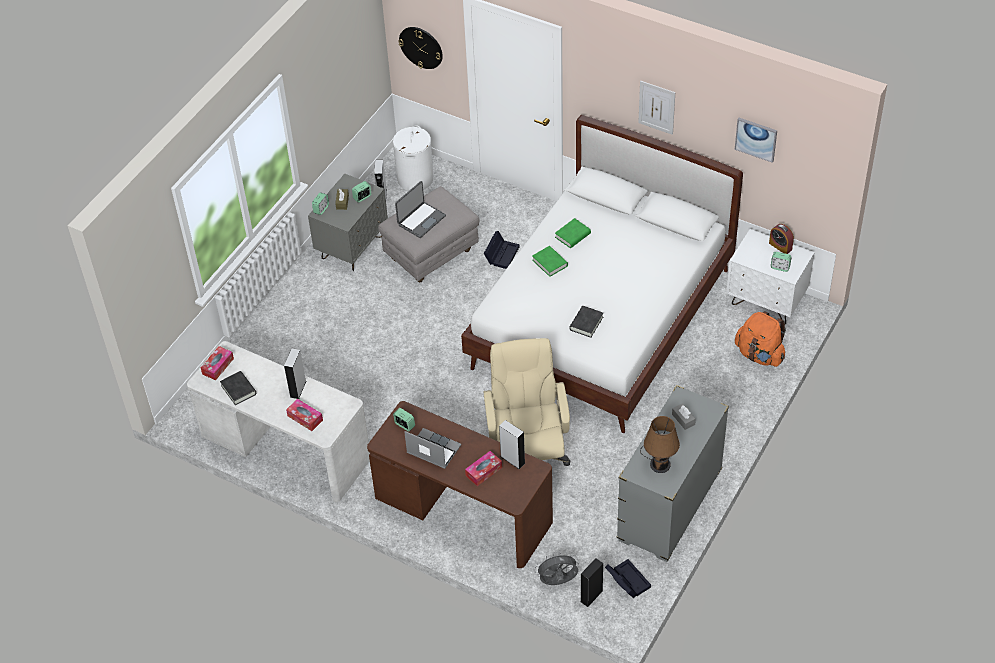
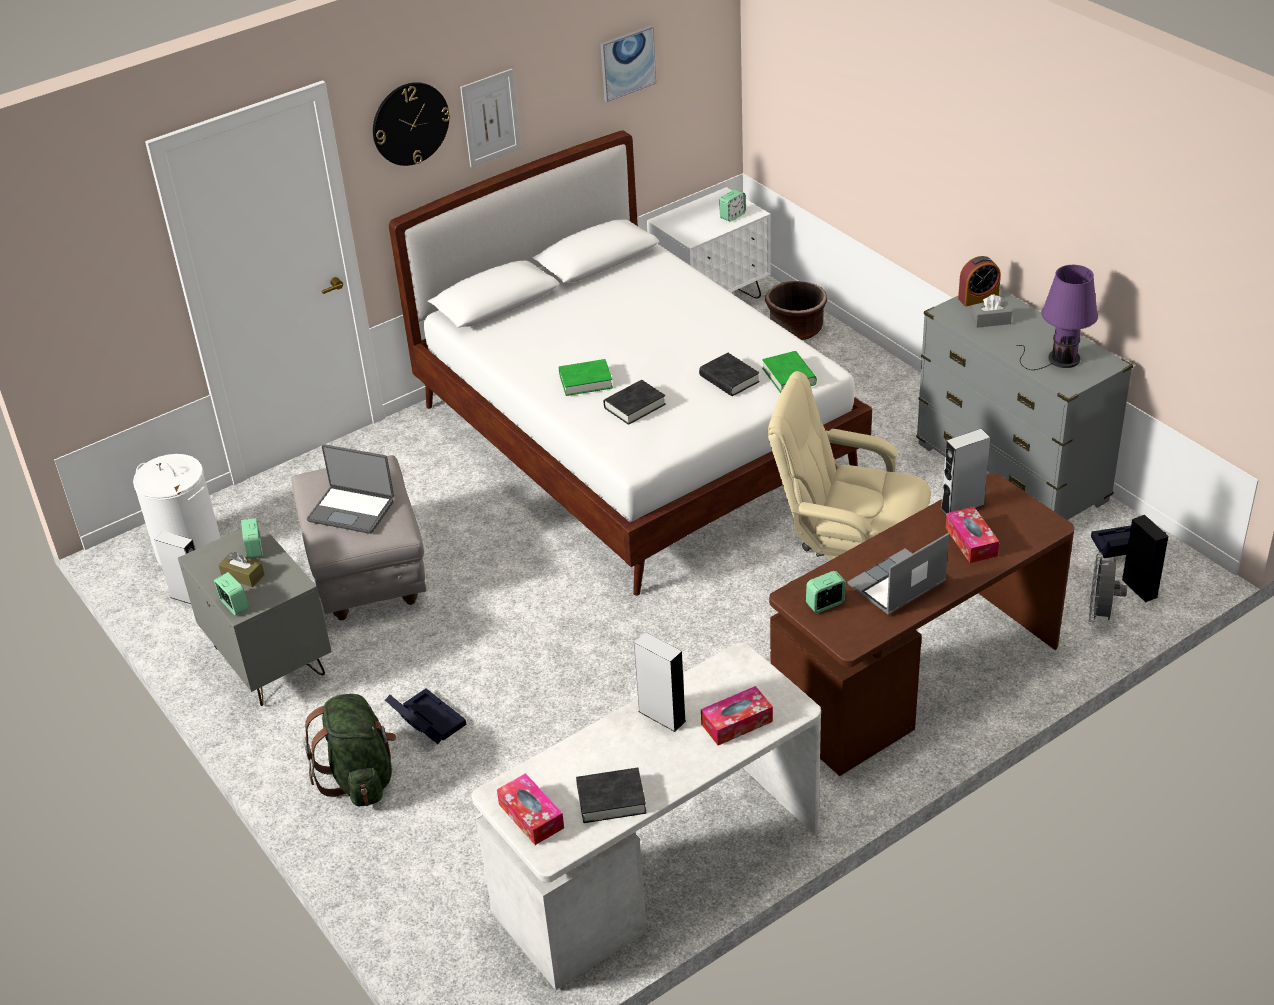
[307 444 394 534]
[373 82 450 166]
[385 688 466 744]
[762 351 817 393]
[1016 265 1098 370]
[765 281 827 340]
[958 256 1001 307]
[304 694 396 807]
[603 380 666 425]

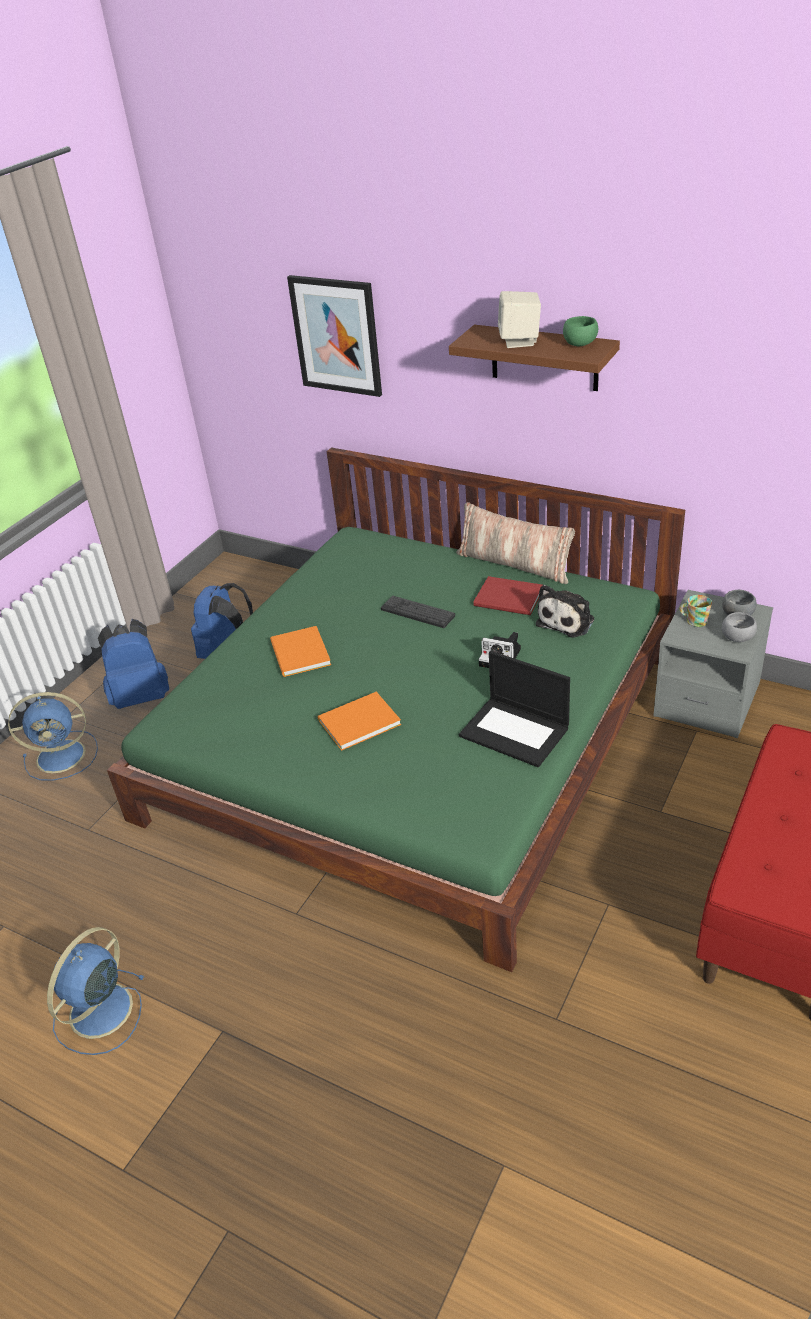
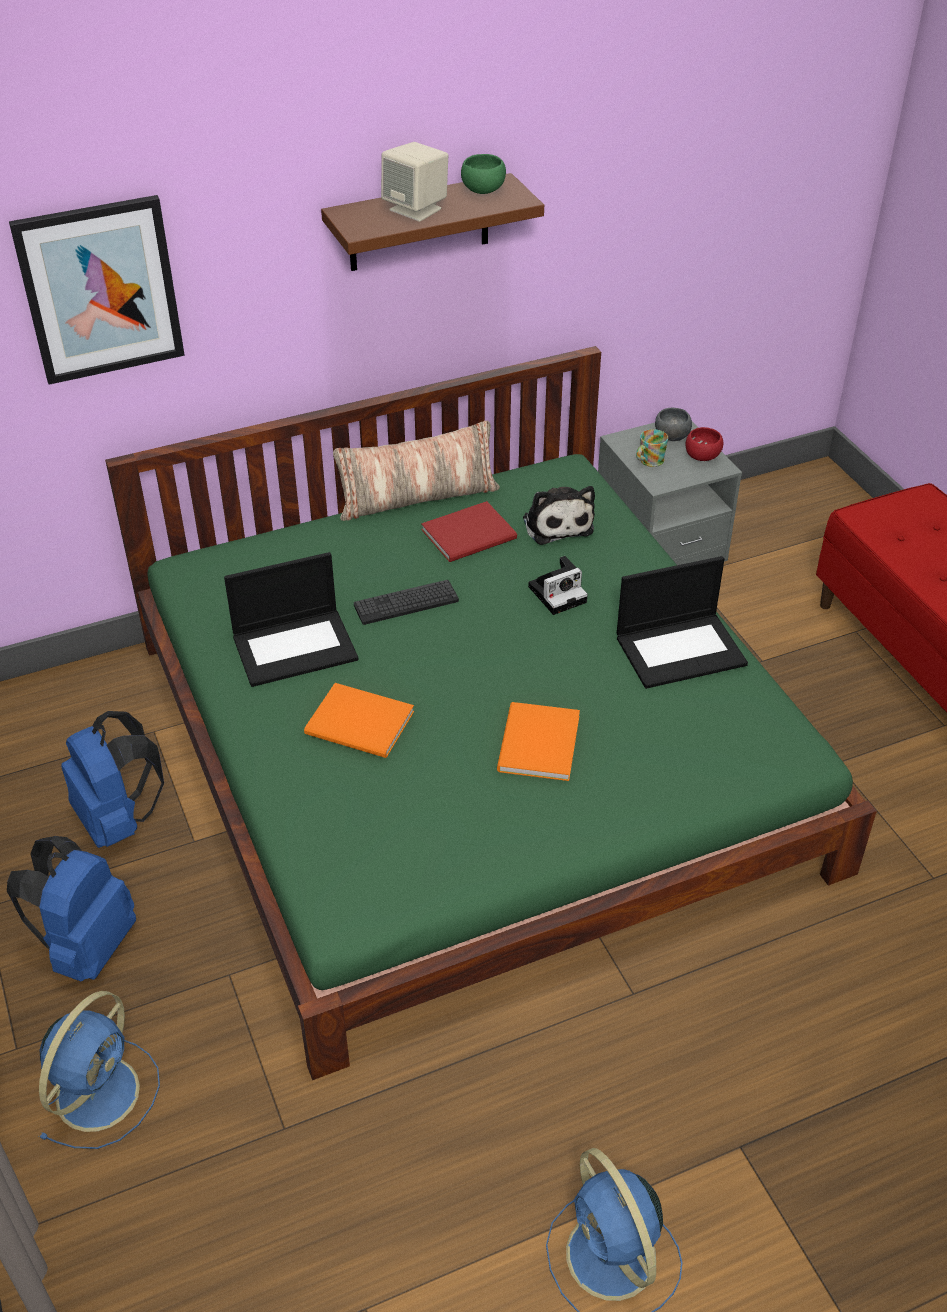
[686 427 723 461]
[224 552 358 687]

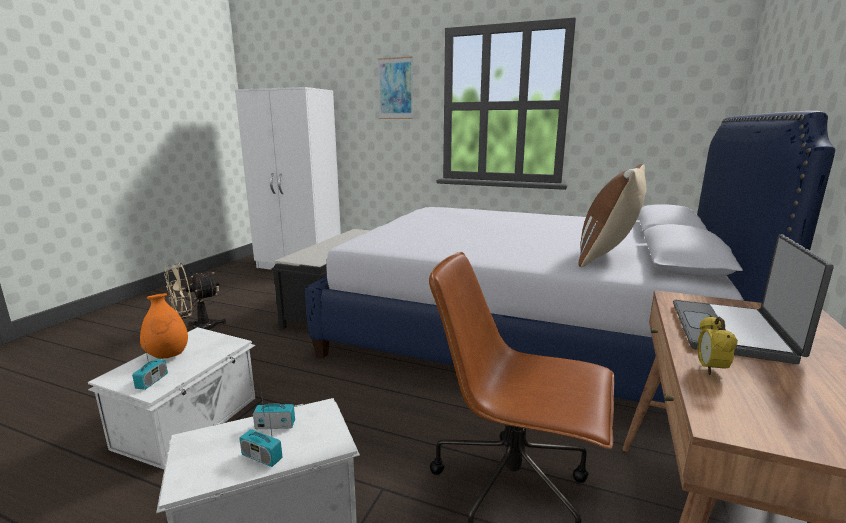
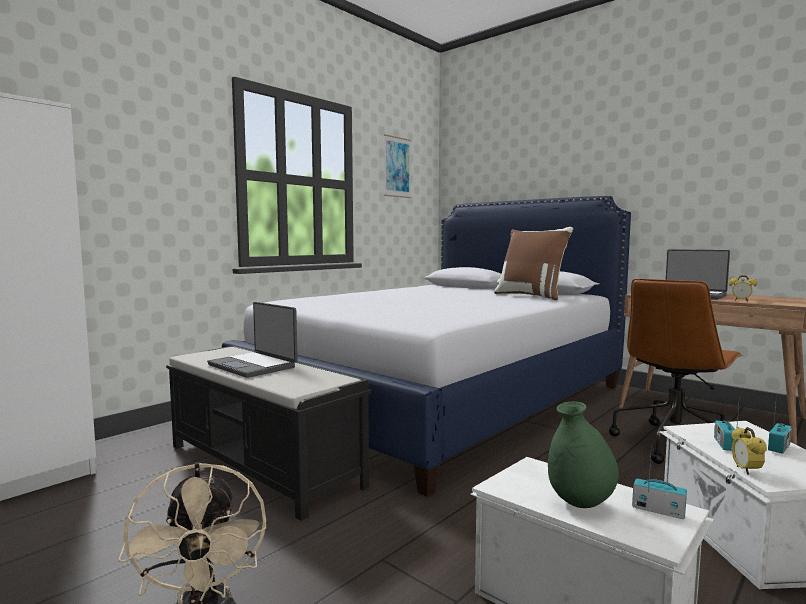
[548 401 619 508]
[384 134 411 198]
[207 302 298 378]
[731 427 767 475]

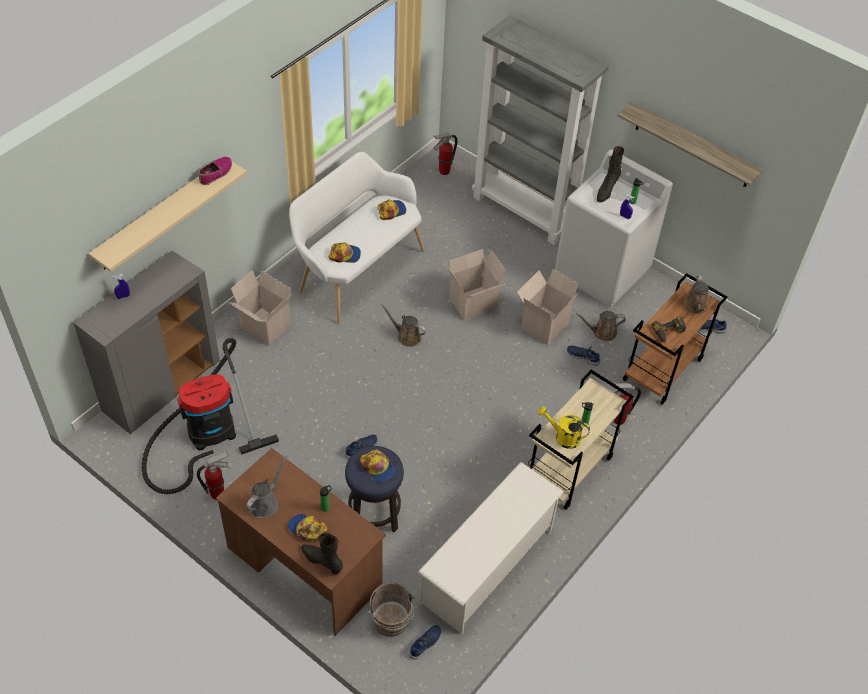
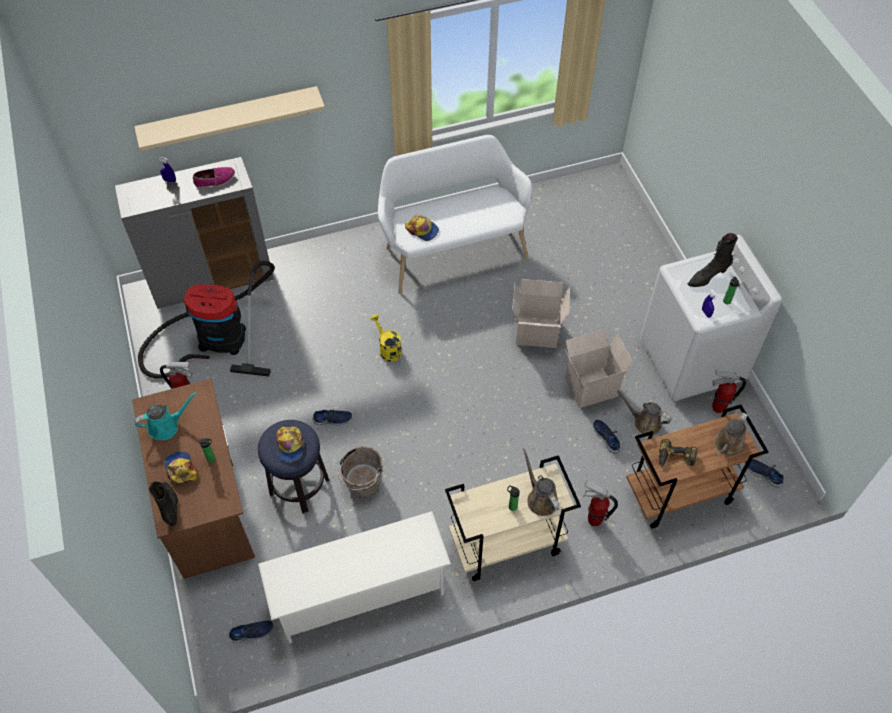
[193 167 235 188]
[228 270 292 346] (first image)
[134 392 197 440]
[337 446 383 498]
[377 199 406 220] (first image)
[523 448 559 516]
[712 370 746 413]
[472 15 609 245] (first image)
[370 314 402 362]
[618 102 763 187] (first image)

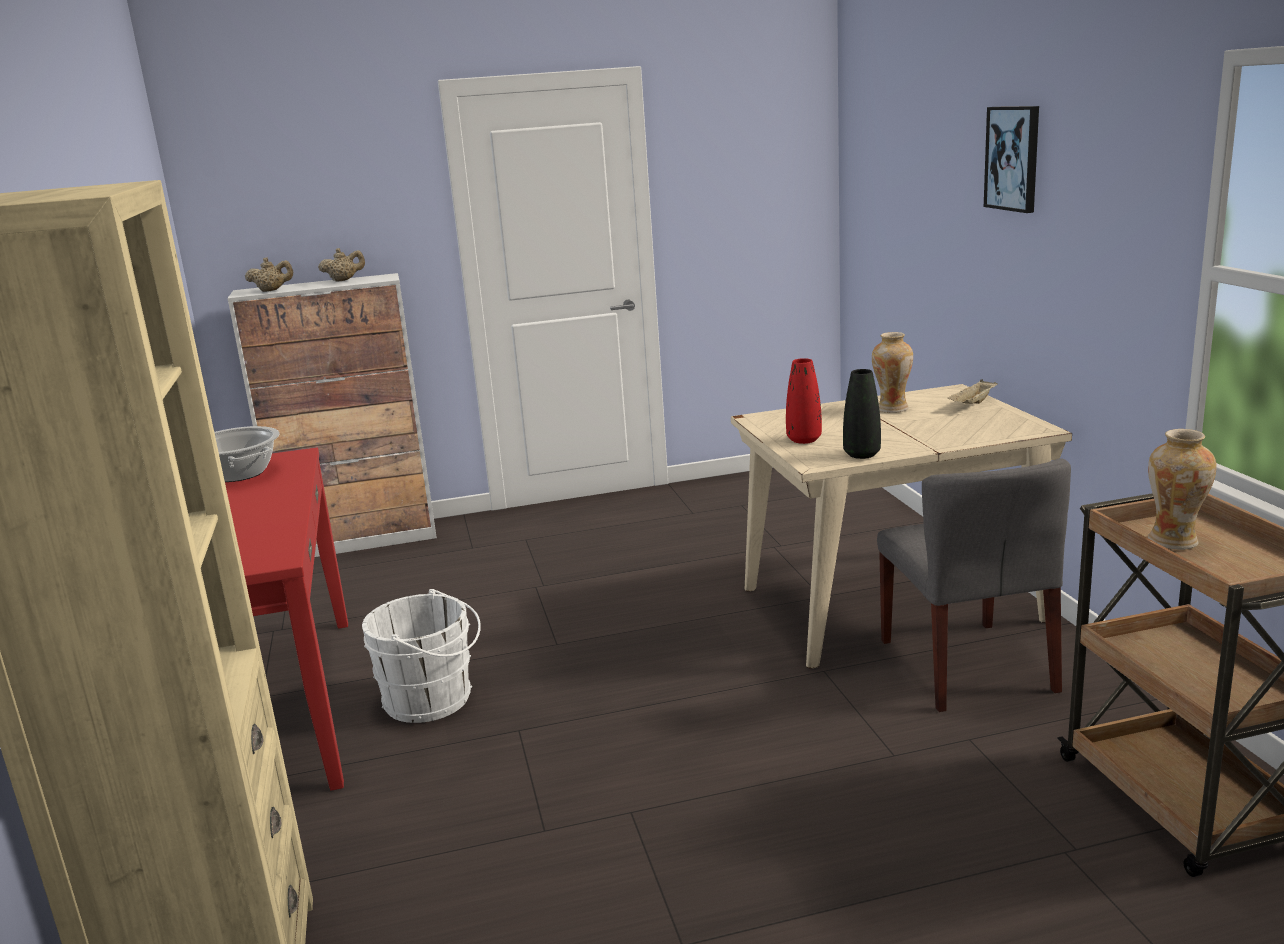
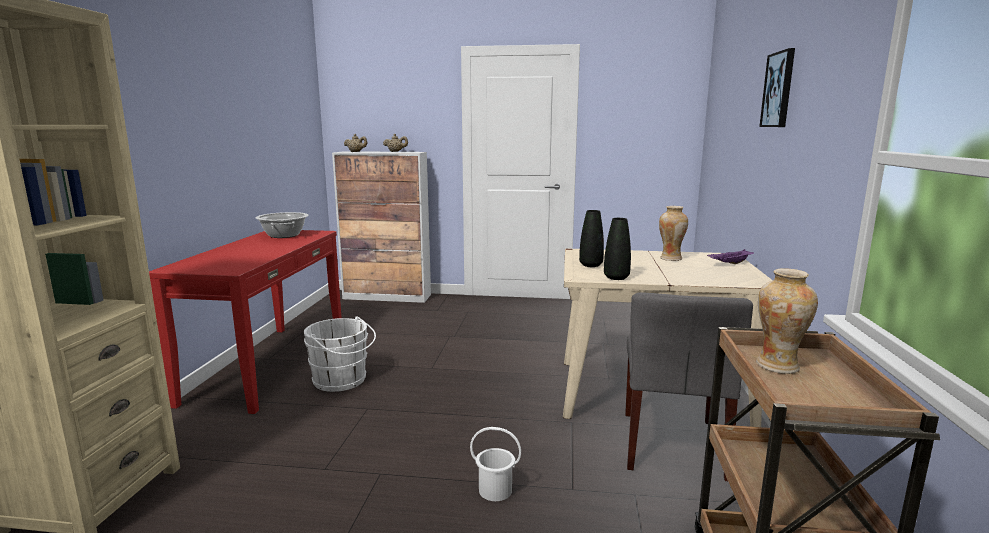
[579 210 604 267]
[707 249 754 264]
[470 427 521 501]

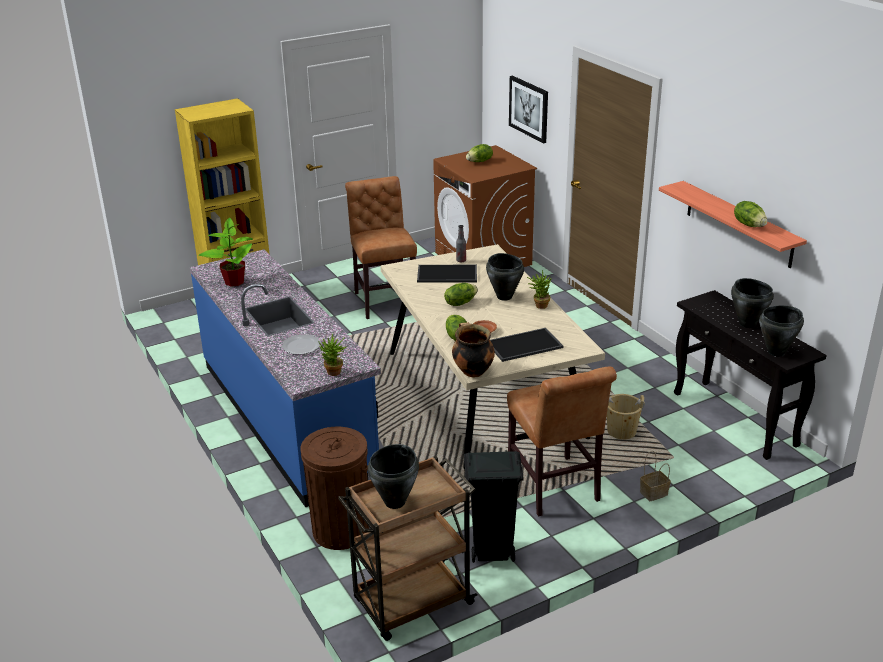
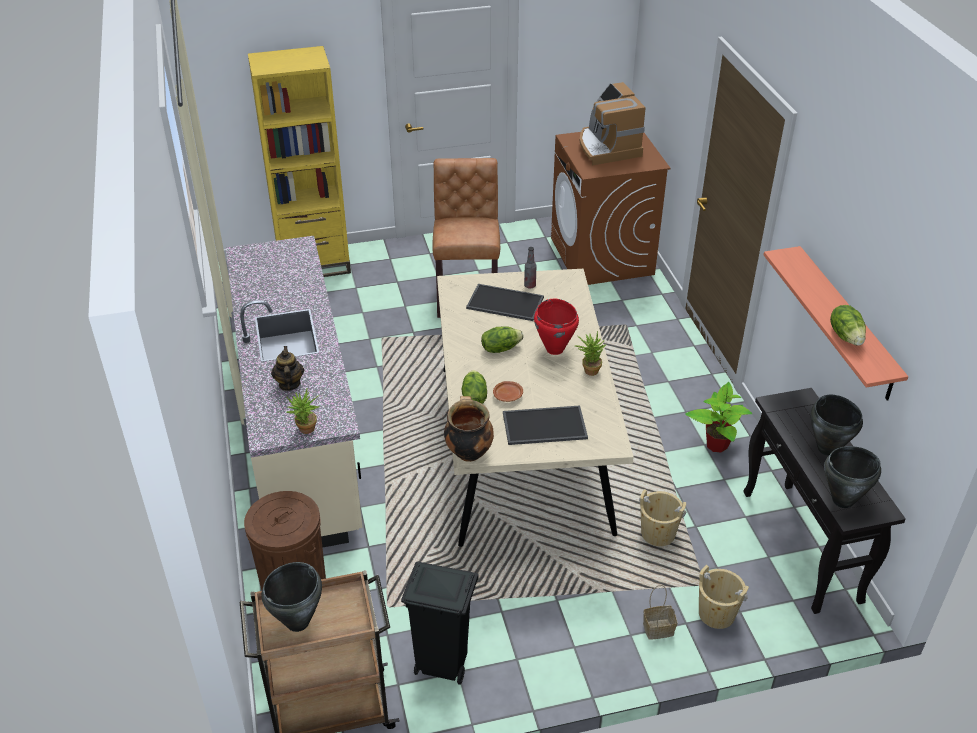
[226 236 362 548]
[685 382 753 453]
[271 346 304 391]
[580 82 646 165]
[534 299 579 355]
[507 367 617 517] (first image)
[509 76 548 143] (first image)
[699 565 749 629]

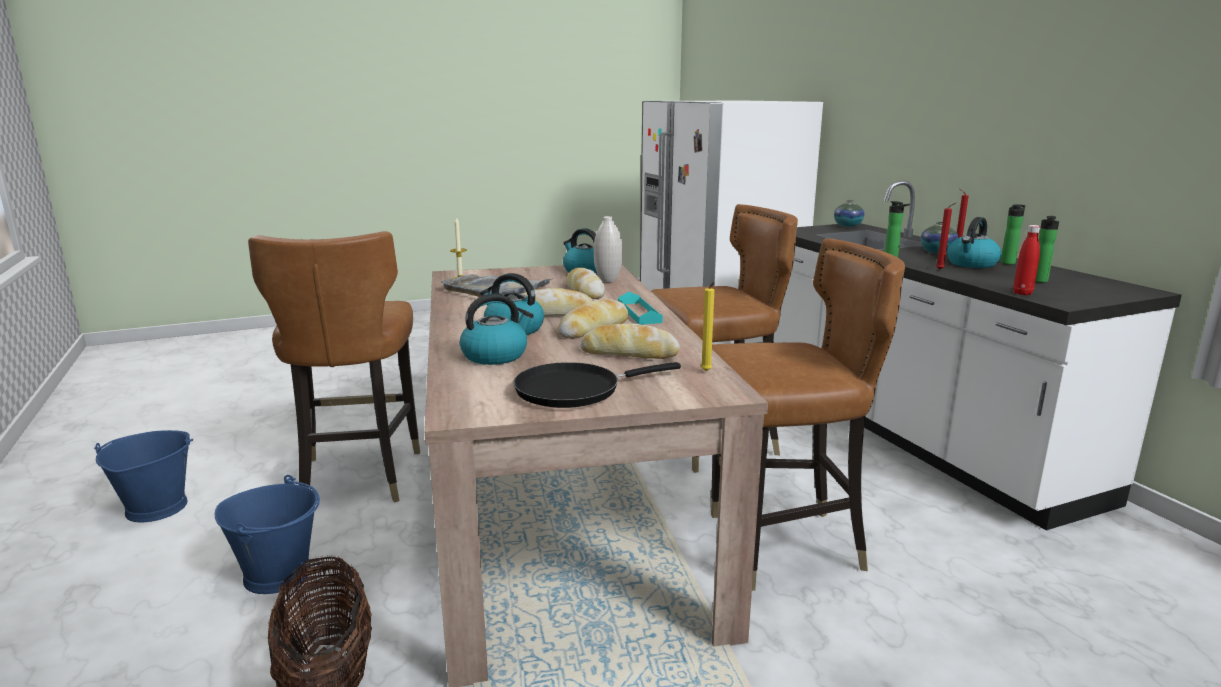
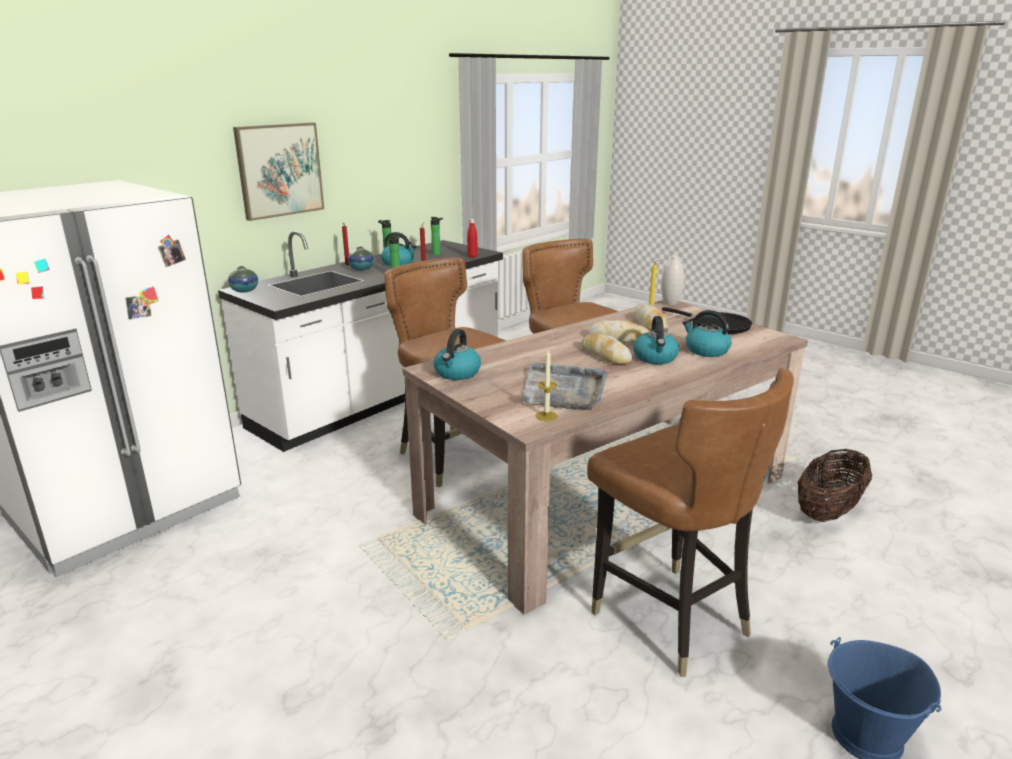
[214 475 320 594] (first image)
[587 369 794 677]
[566 268 605 299] (first image)
[661 255 684 305]
[618 292 663 325] (first image)
[233 123 324 221]

